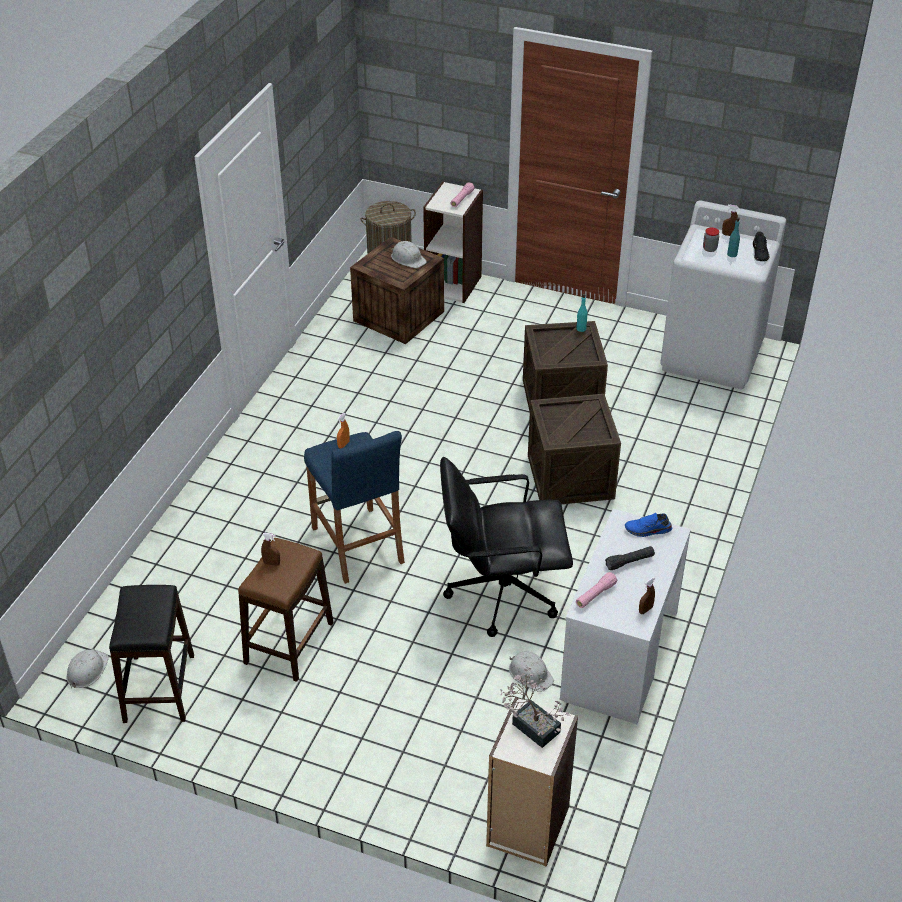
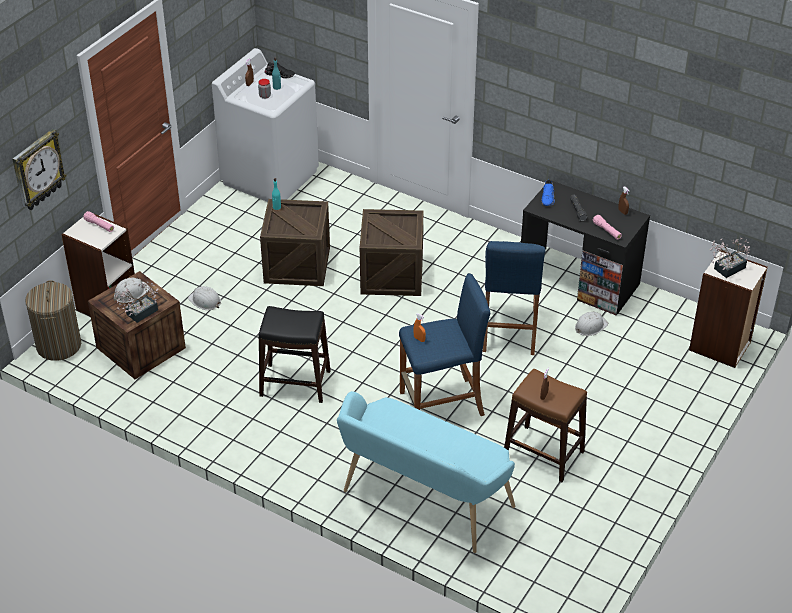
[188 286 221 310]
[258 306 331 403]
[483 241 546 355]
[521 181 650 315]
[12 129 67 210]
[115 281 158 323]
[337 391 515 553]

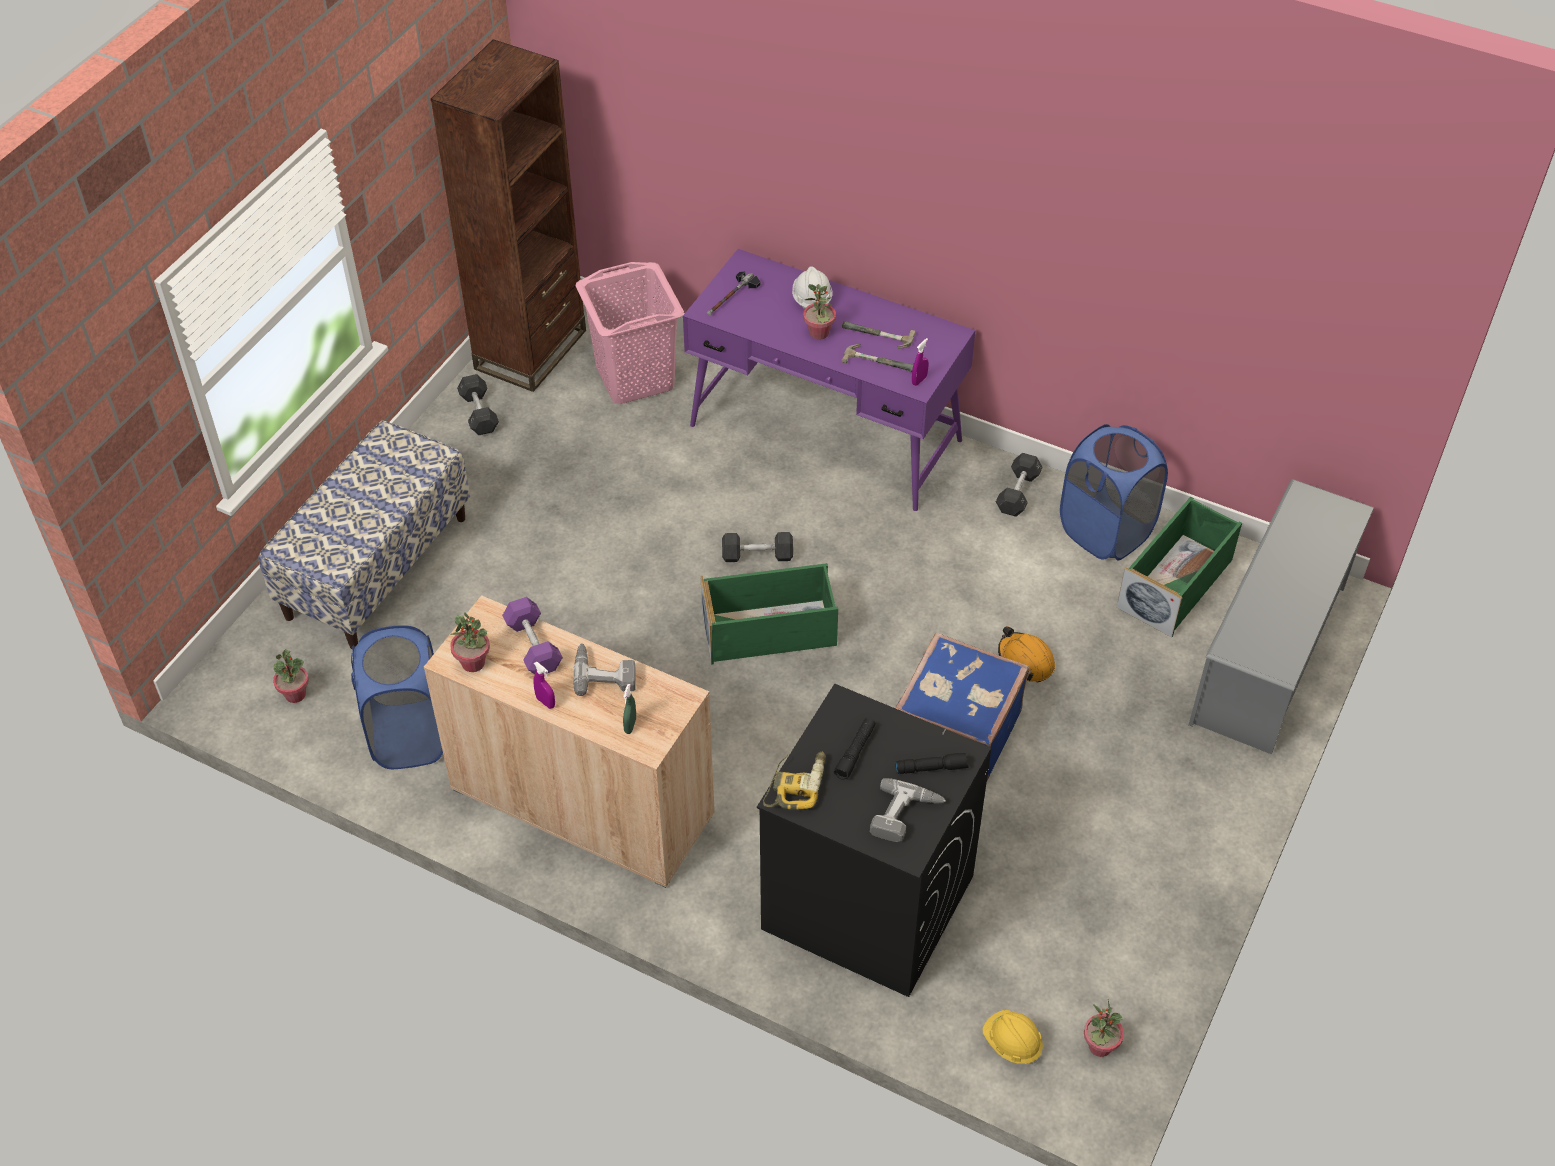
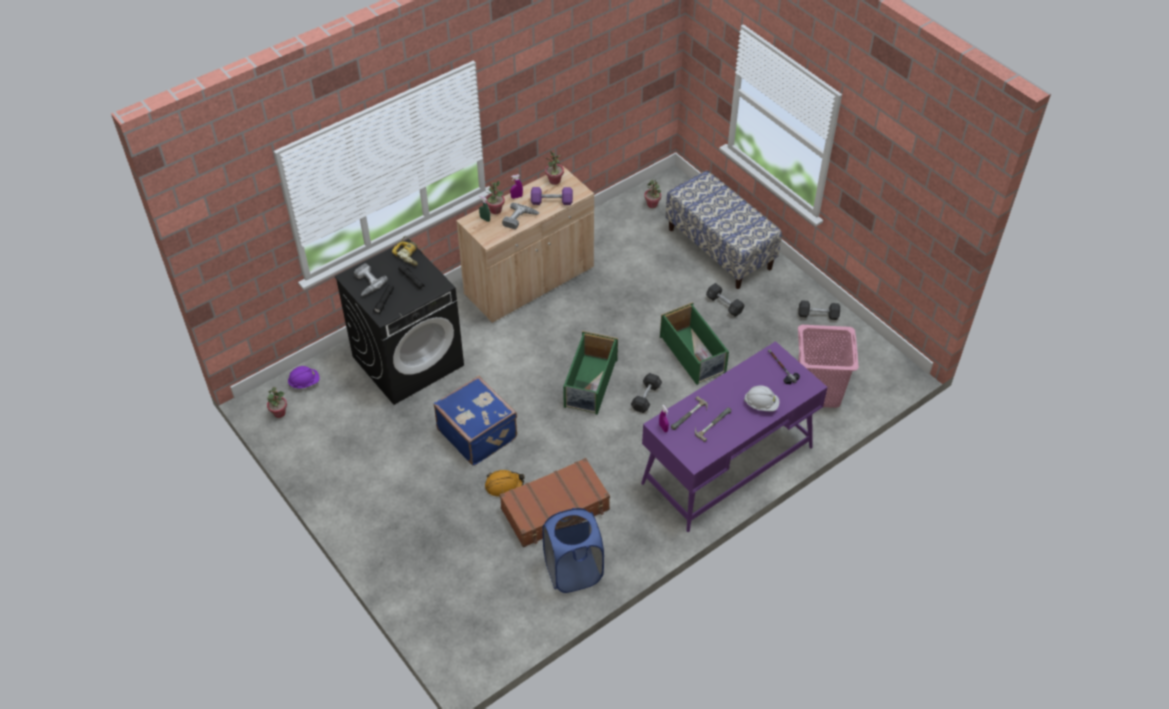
[351 625 443 769] (first image)
[431 39 586 392] (first image)
[486 181 505 214]
[288 366 320 388]
[706 283 745 317]
[660 302 729 385]
[1189 479 1374 754] (first image)
[500 458 610 547]

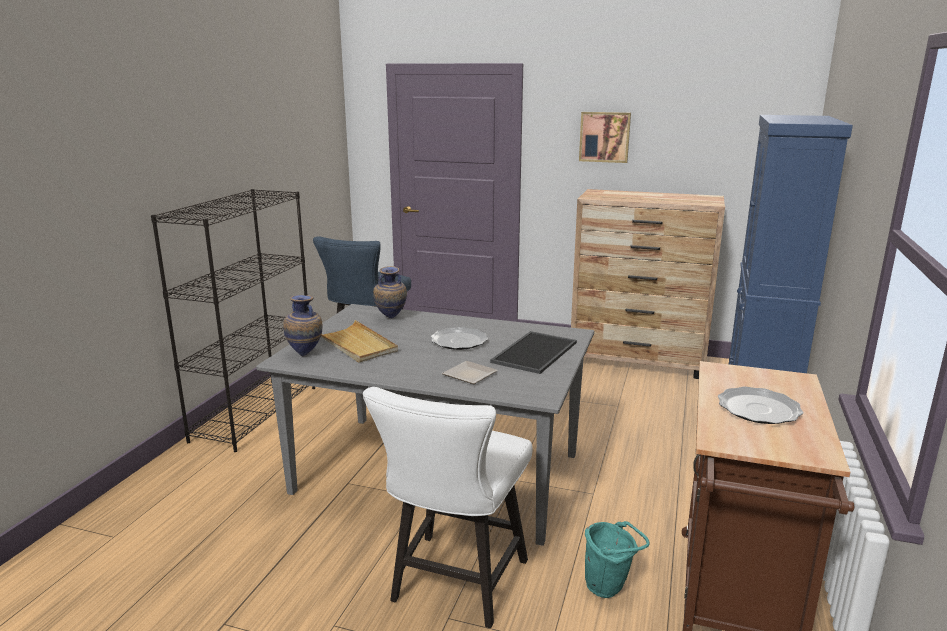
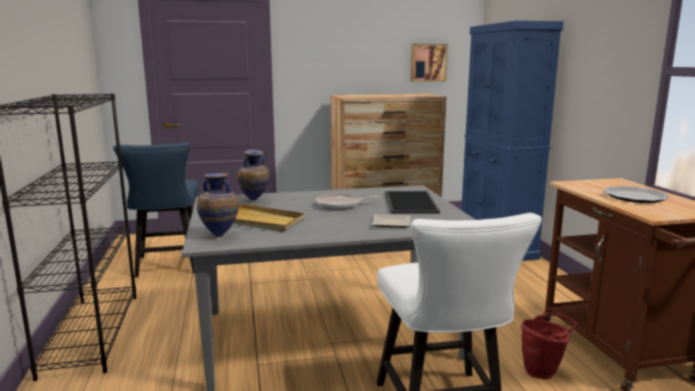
[316 194 382 210]
[410 44 448 82]
[521 312 577 379]

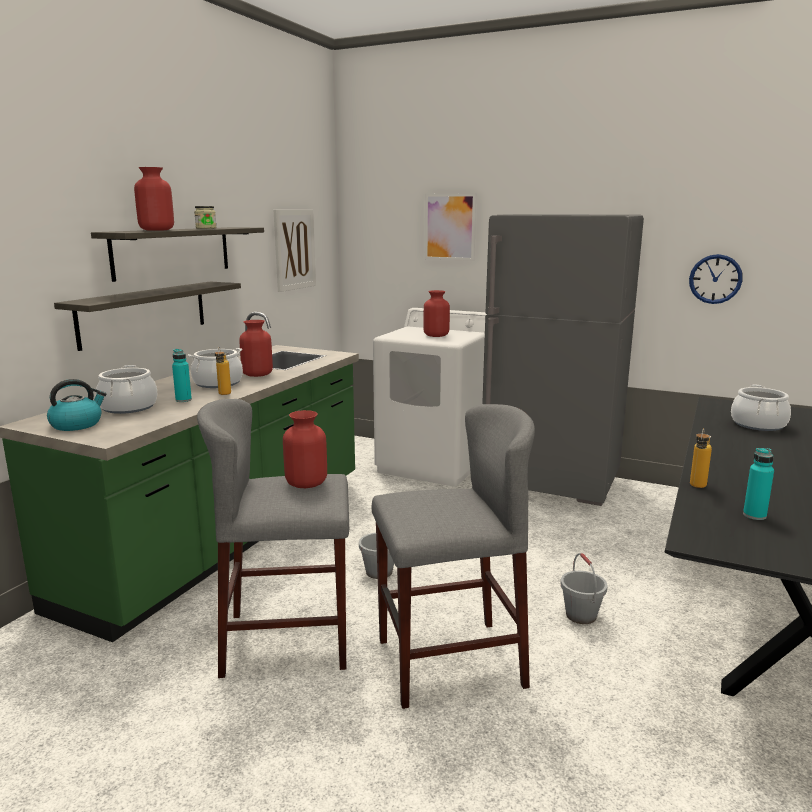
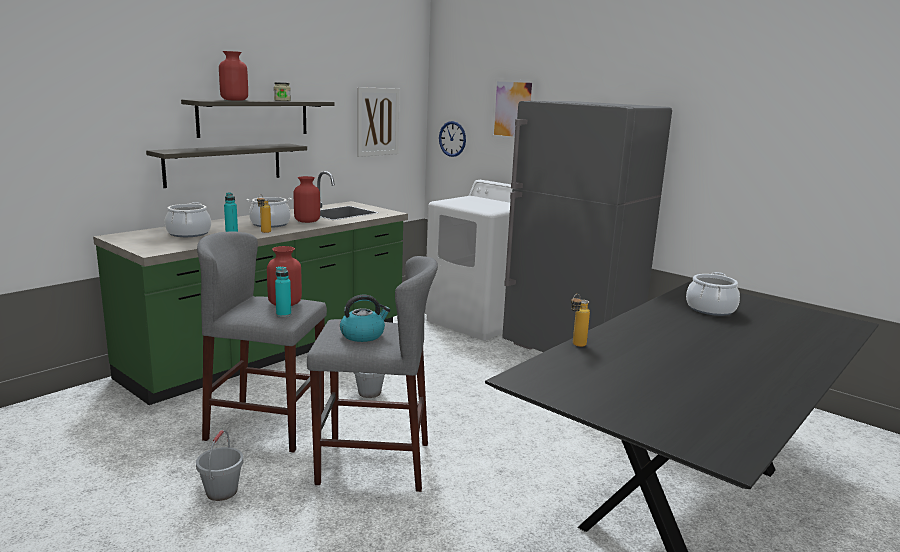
[340 295 391 342]
[424 290 450 337] (first image)
[196 430 243 501]
[439 121 466 157]
[275 266 291 317]

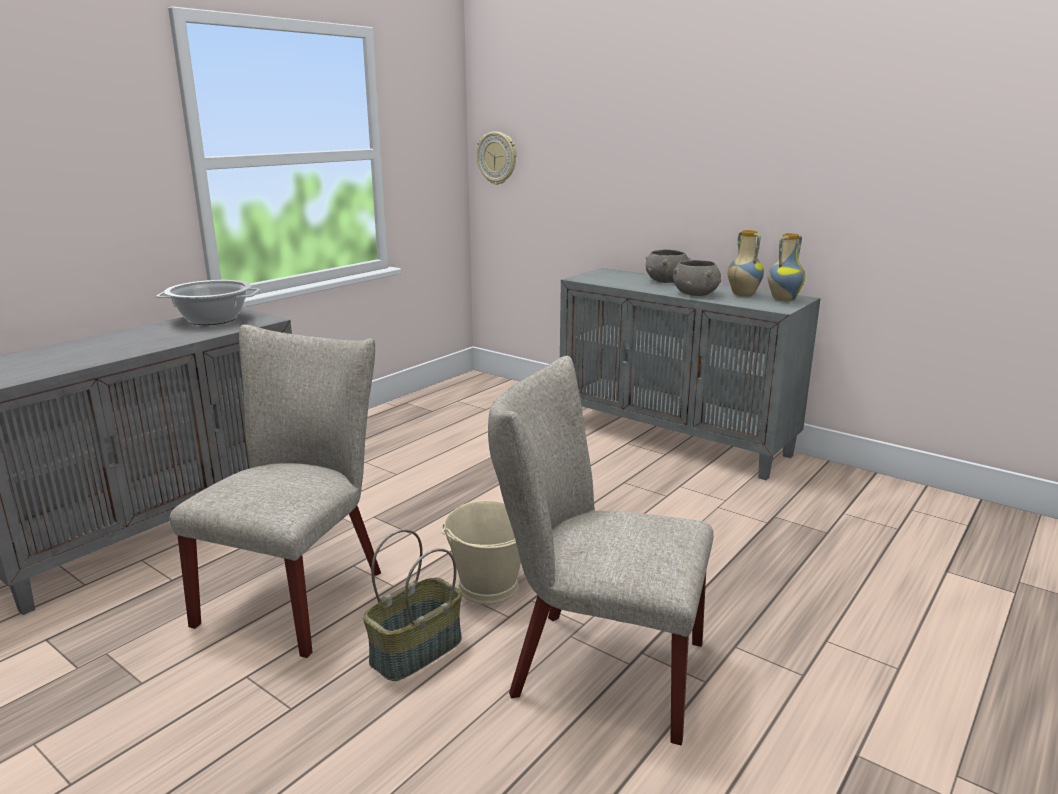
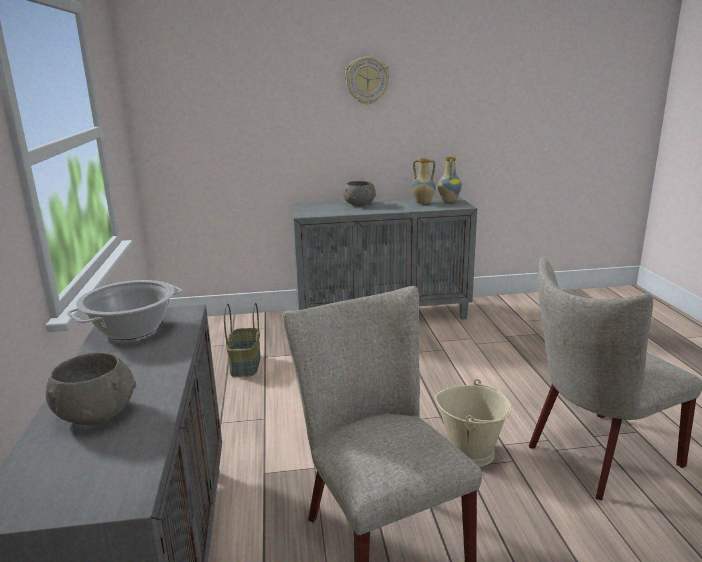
[224 303 260 377]
[345 57 390 105]
[46 352 136 425]

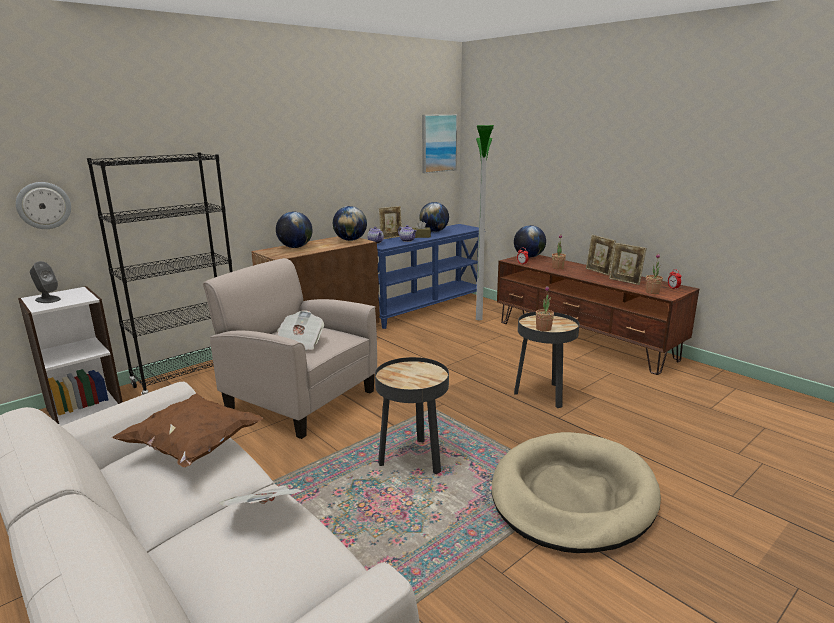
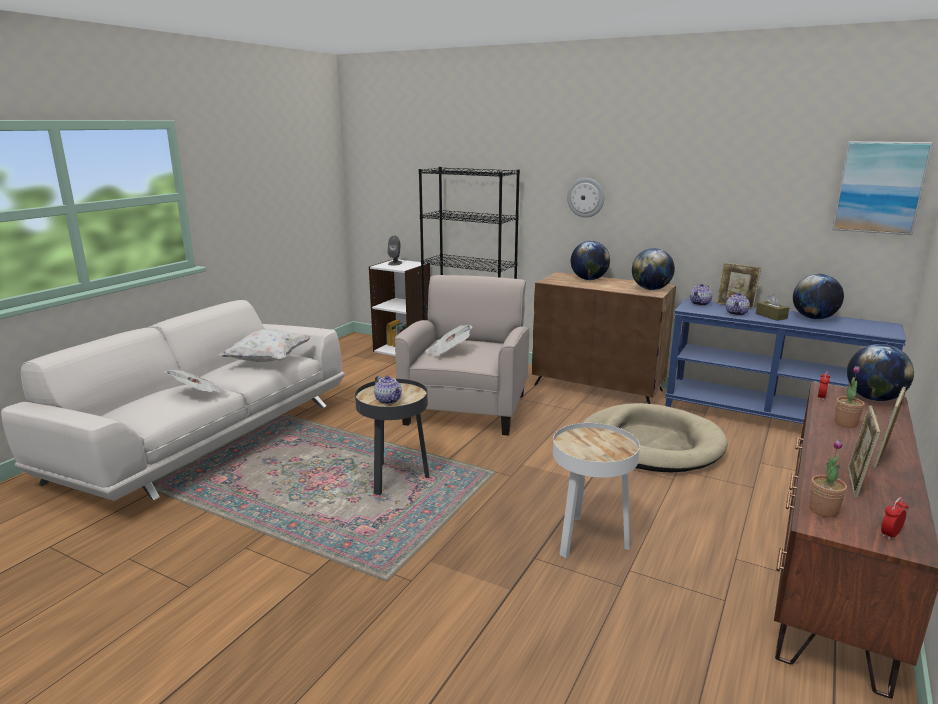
[567 178 604 218]
[218 329 311 362]
[476 125 494 320] (first image)
[582 403 728 472]
[553 423 640 558]
[536 286 554 332] (first image)
[374 375 402 404]

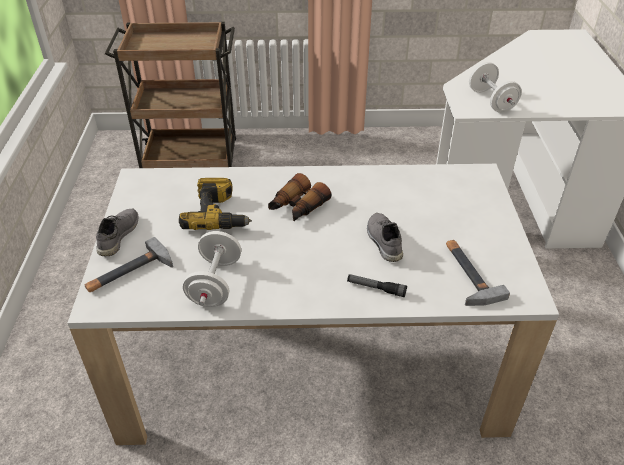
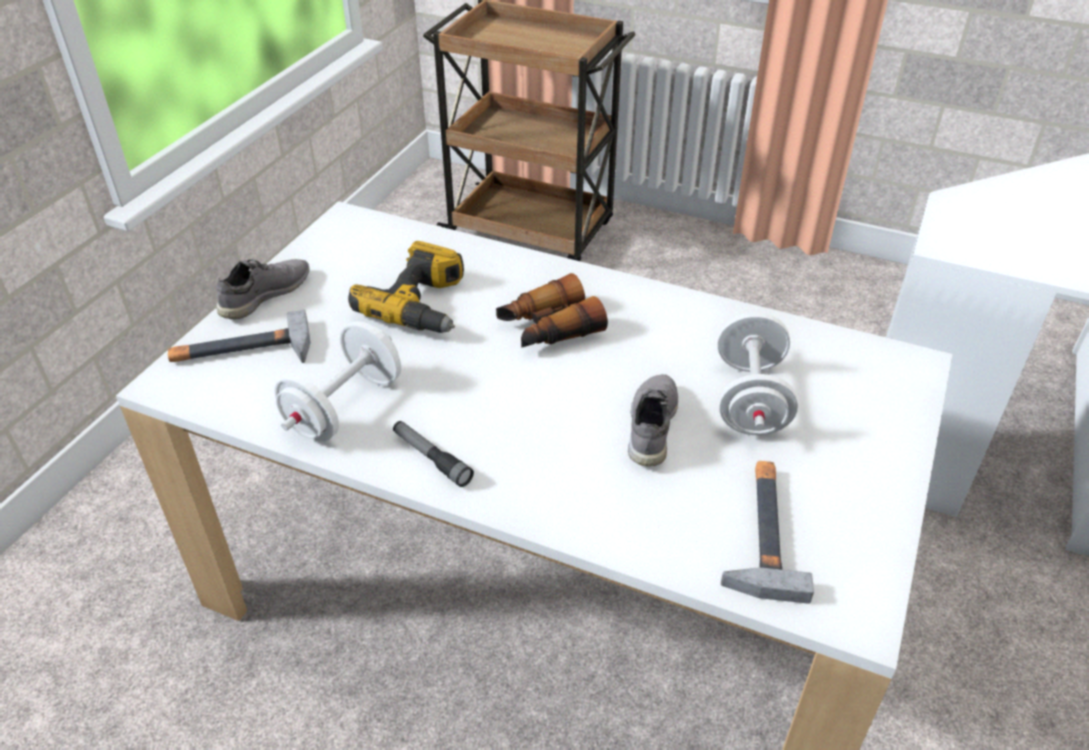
[393 421 474 487]
[718 312 798 435]

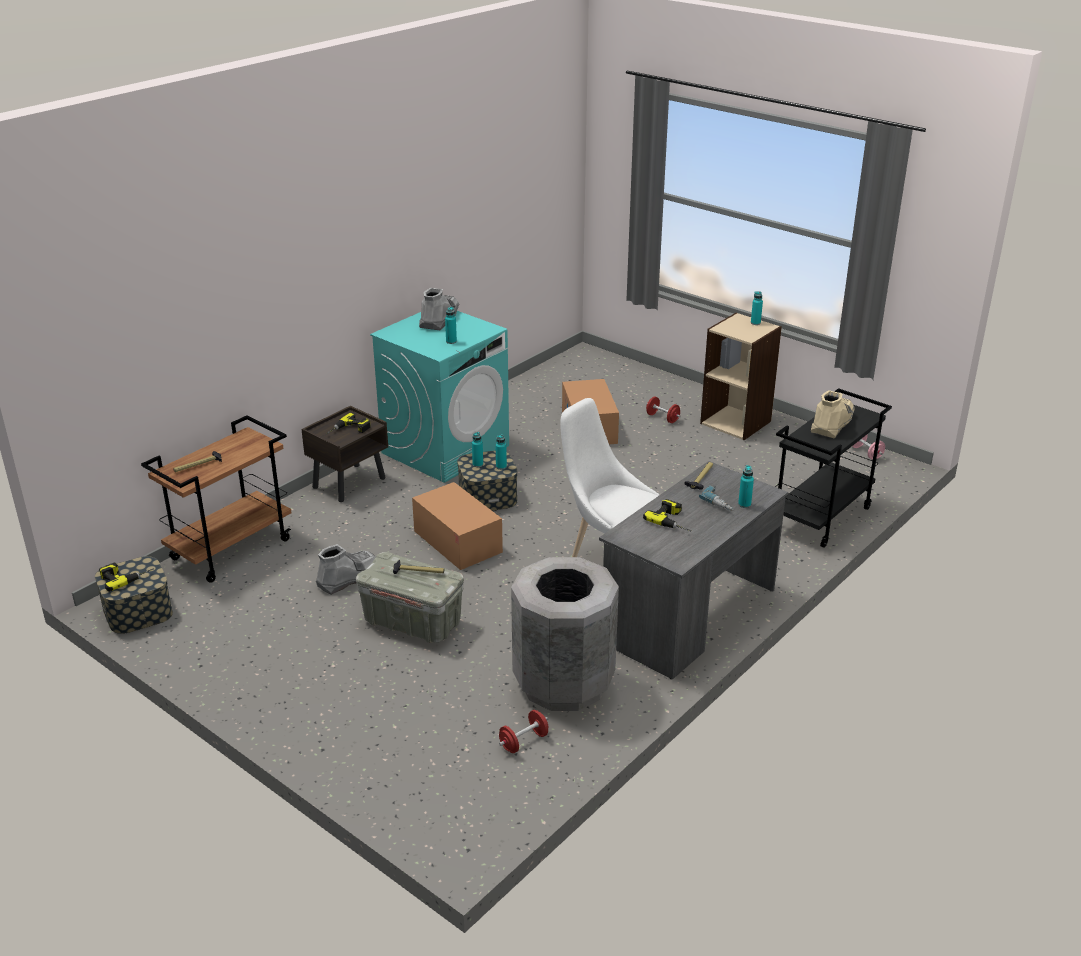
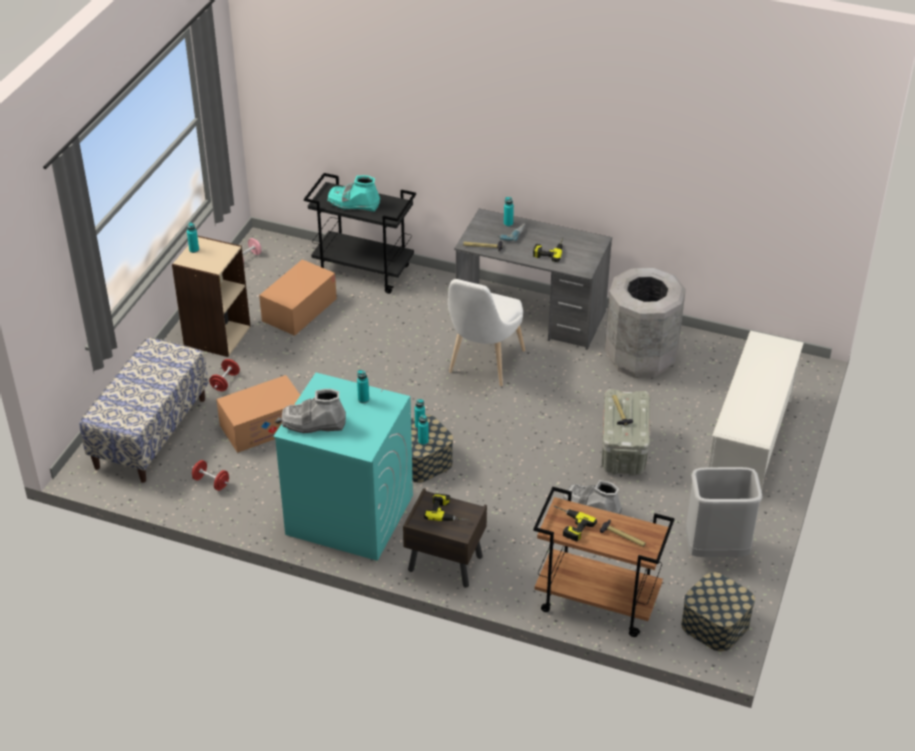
[554 506 597 542]
[259 259 337 336]
[192 460 229 491]
[327 175 380 212]
[80 337 209 483]
[686 467 763 557]
[708 331 804 491]

